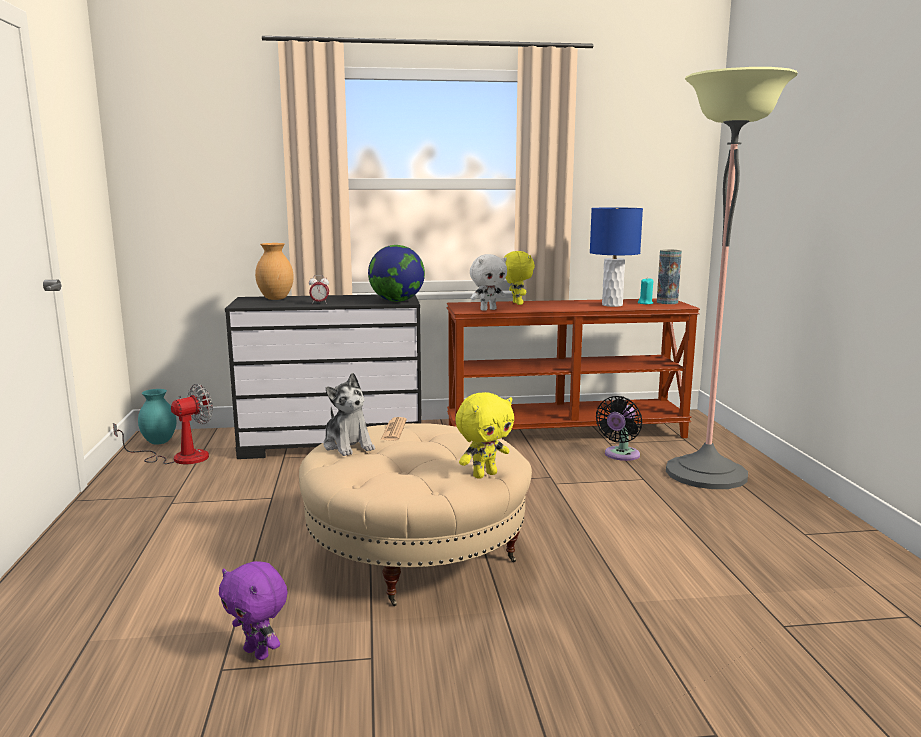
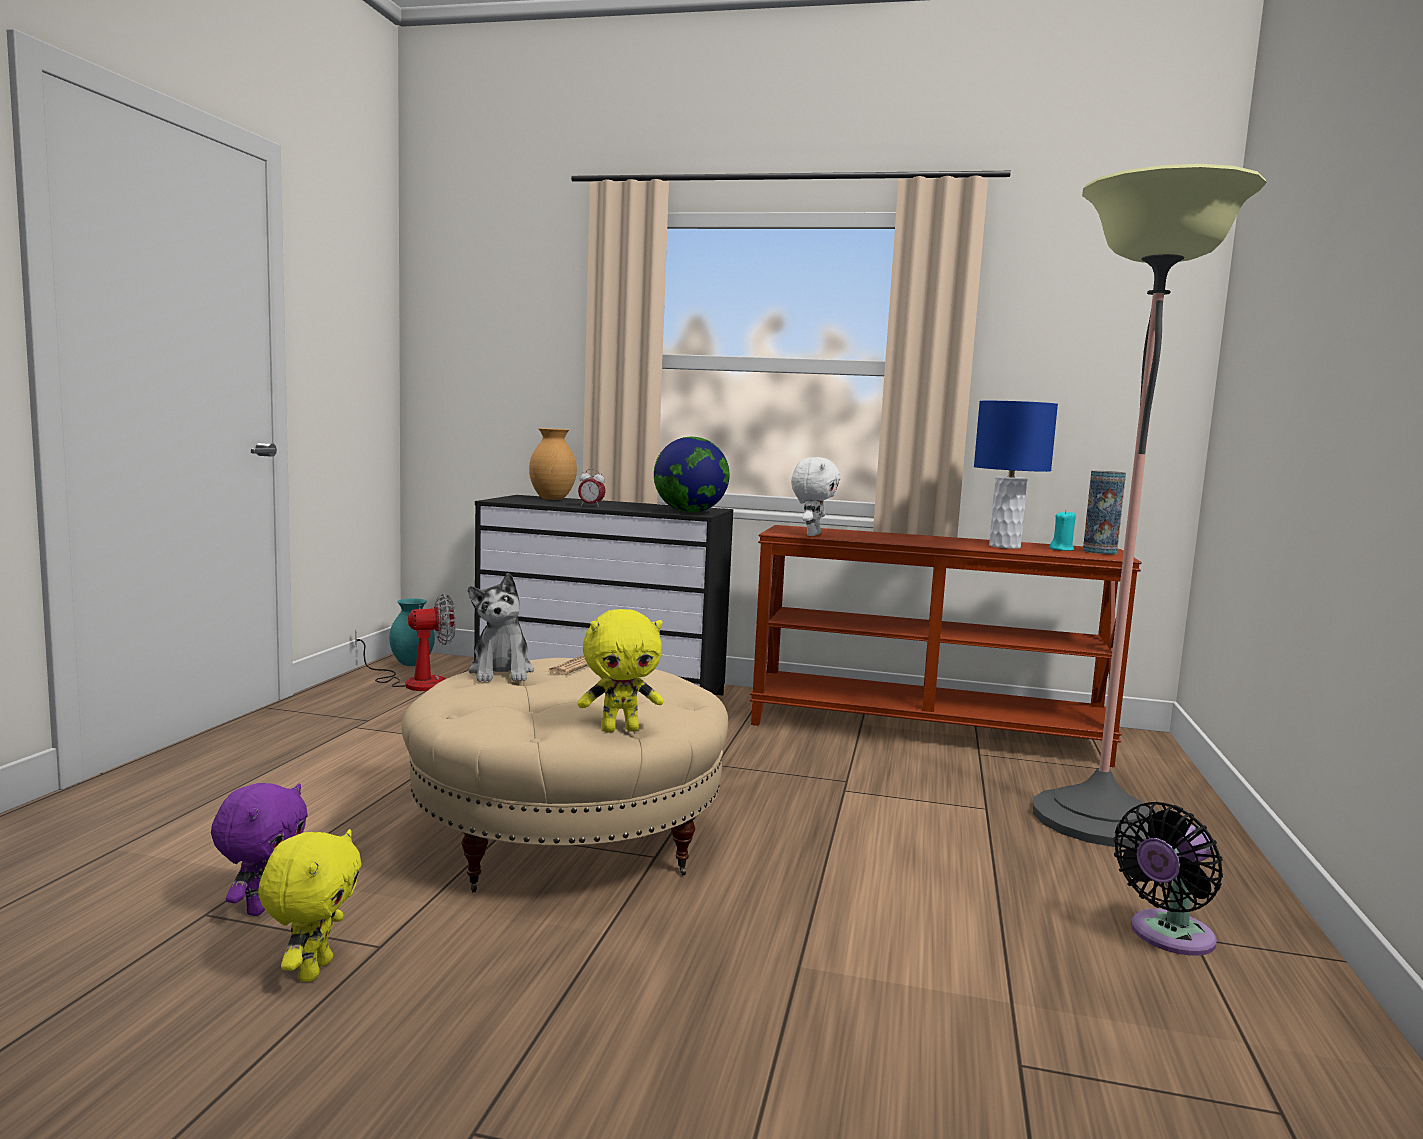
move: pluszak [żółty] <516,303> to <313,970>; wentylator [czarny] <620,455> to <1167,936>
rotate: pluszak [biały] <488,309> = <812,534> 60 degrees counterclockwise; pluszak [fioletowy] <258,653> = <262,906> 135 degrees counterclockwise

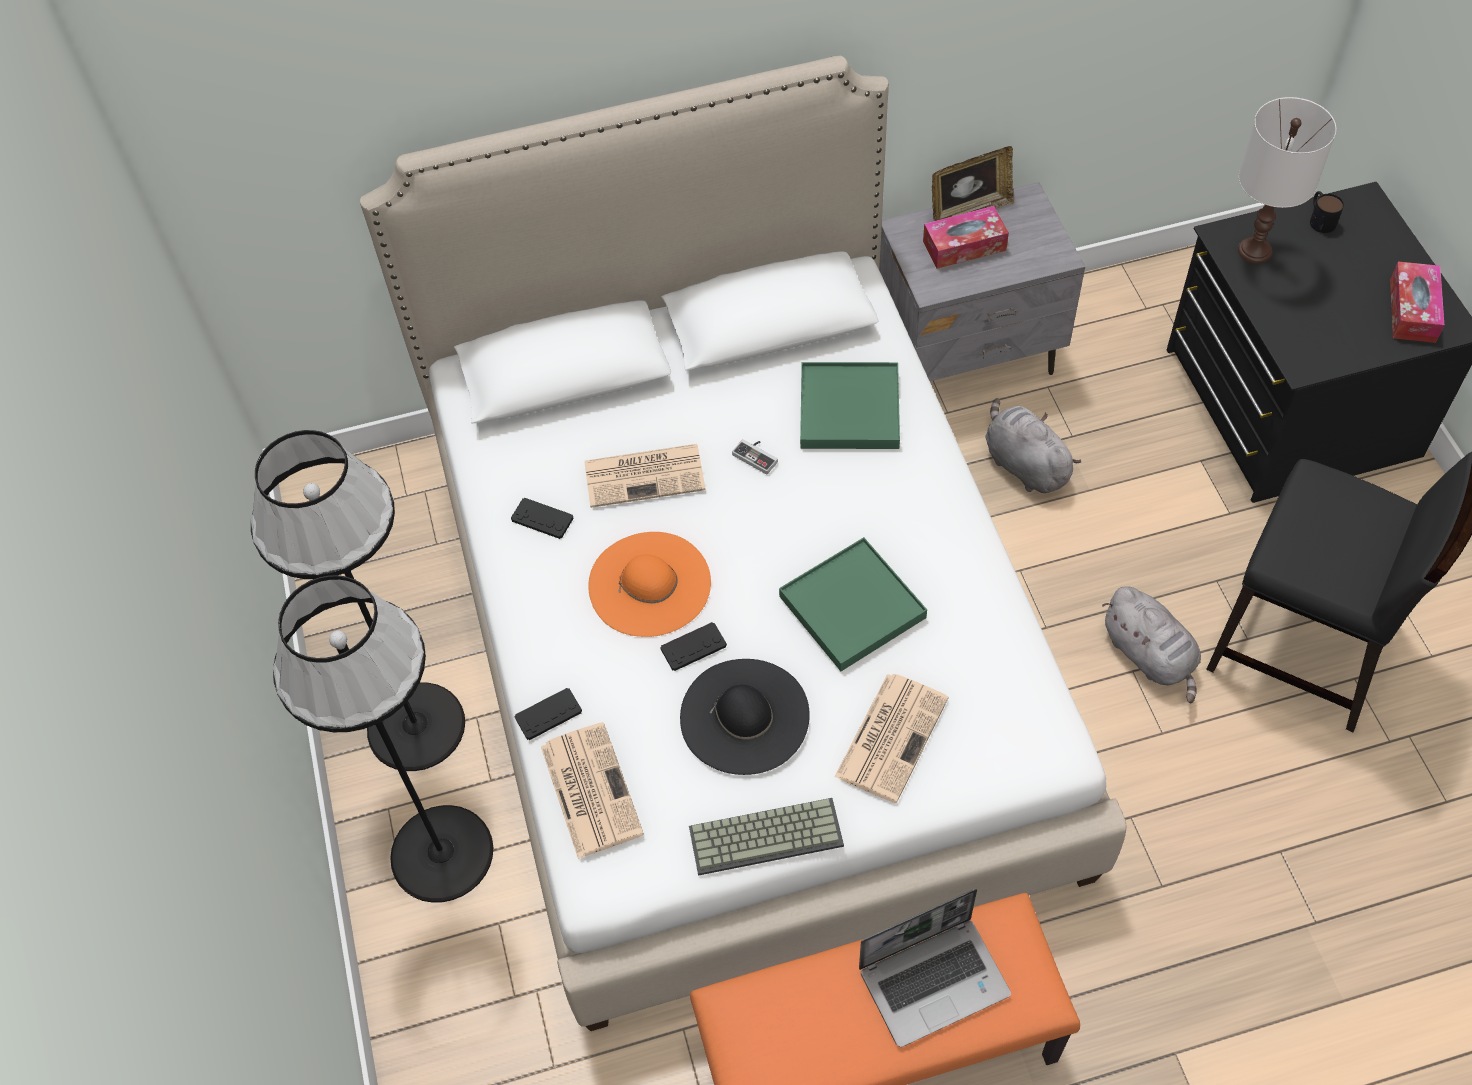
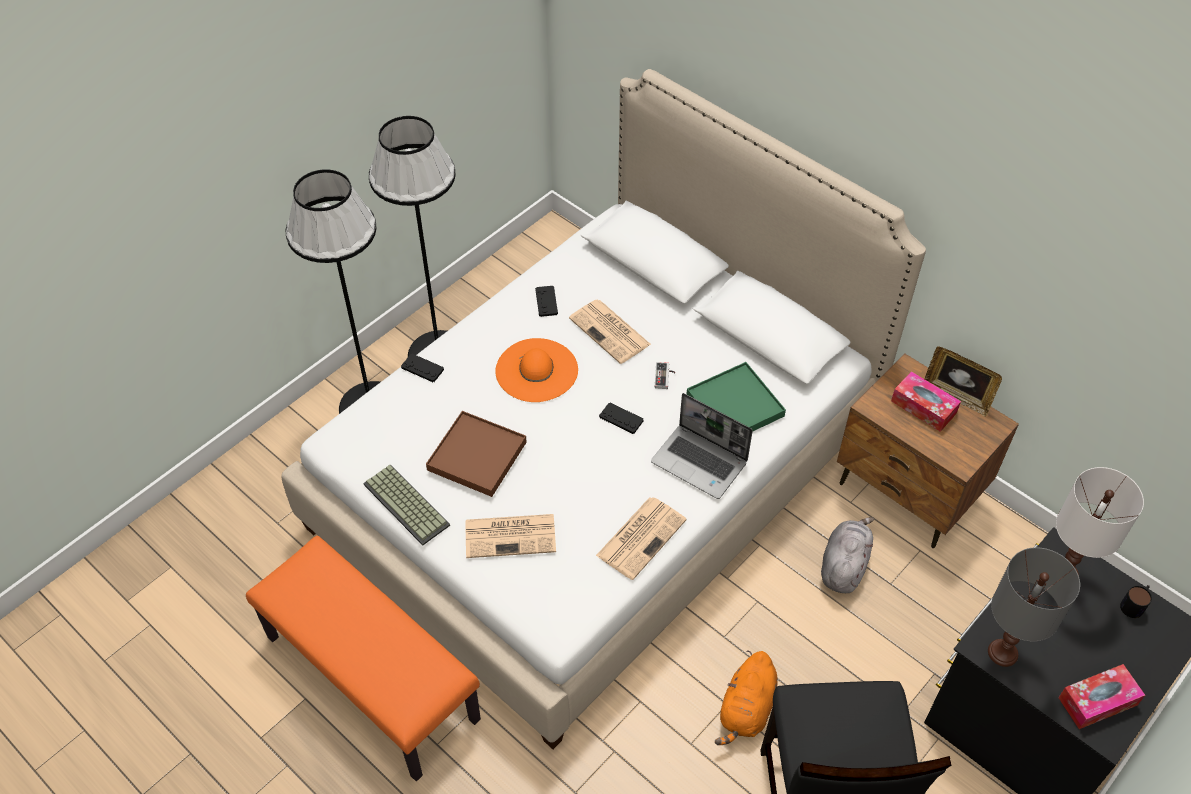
delete: taca [zielony] <852,607>
insert: lampa stołowa [szary] <1003,652>
move: pad do gier [czarny] <693,647> to <621,419>; gazeta <590,788> to <641,536>; laptop <935,980> to <700,462>
replace: kapelusz [czarny] <745,716> to taca [brązowy] <477,456>
recolor: szafka nocna [szary] <969,354> to szafka nocna [brązowy] <908,492>; pluszak [szary] <1150,656> to pluszak [pomarańczowy] <746,710>

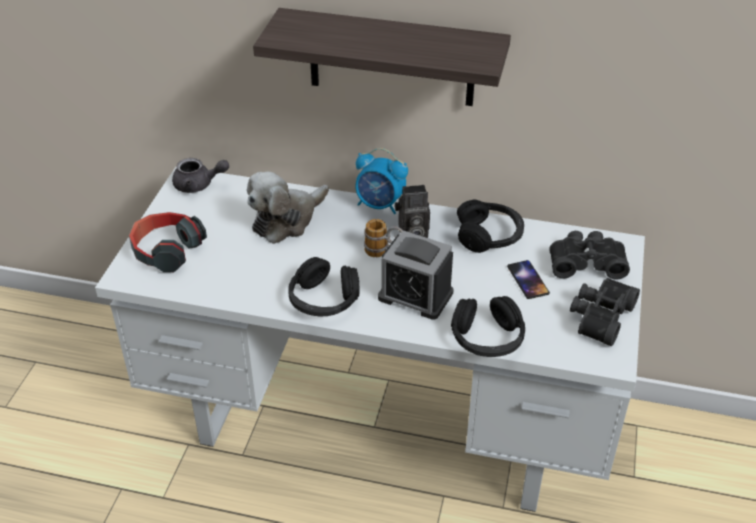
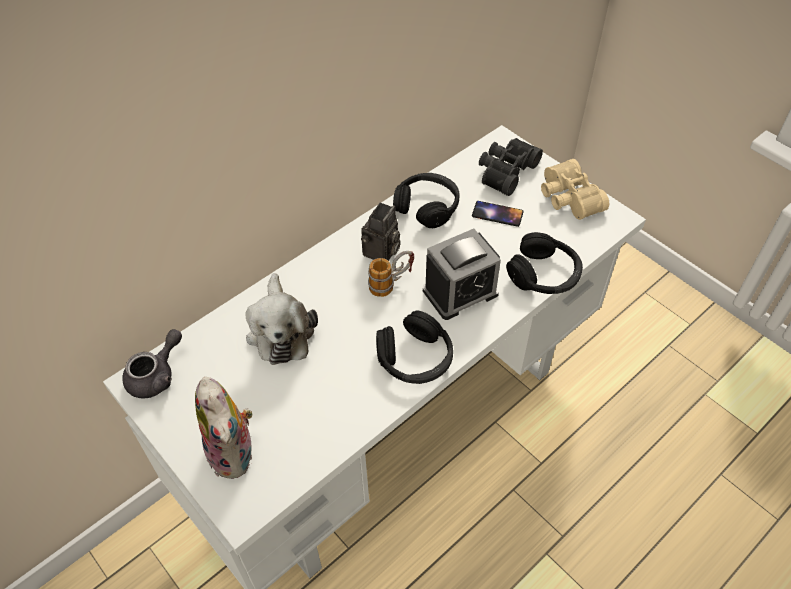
delete: półka <391,58>; budzik <380,205>
replace: słuchawki <166,250> to pluszak <235,453>
recolor: lornetka [czarny] <599,316> to lornetka [beżowy] <567,198>

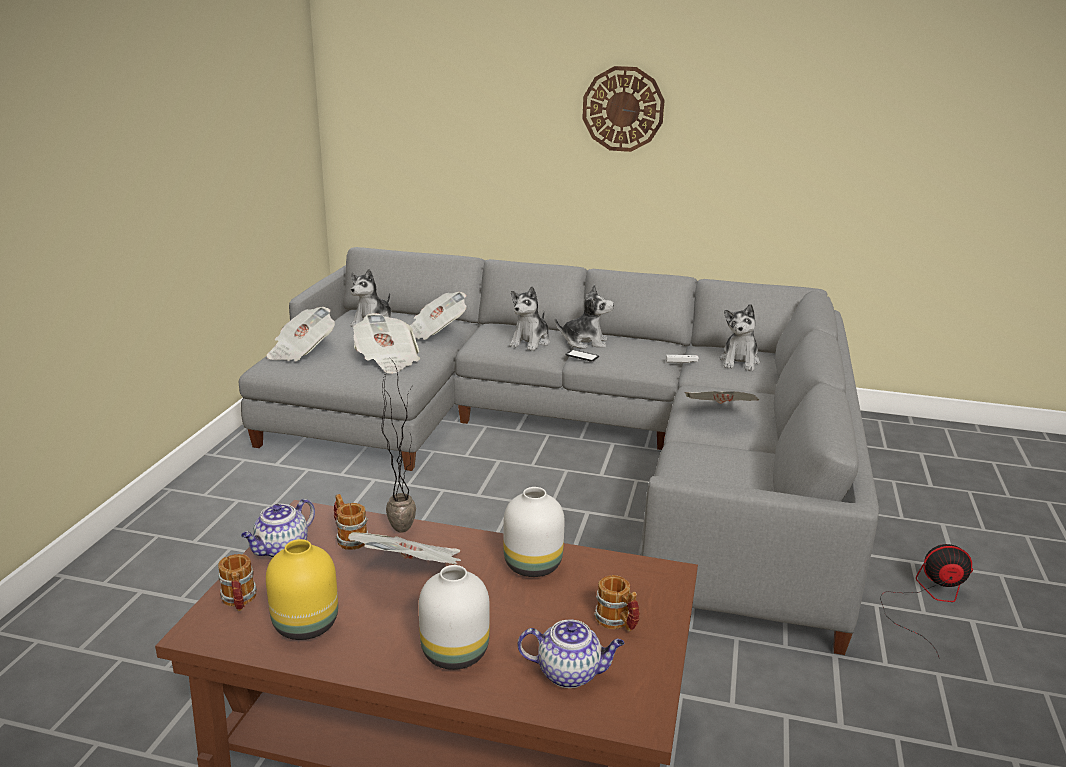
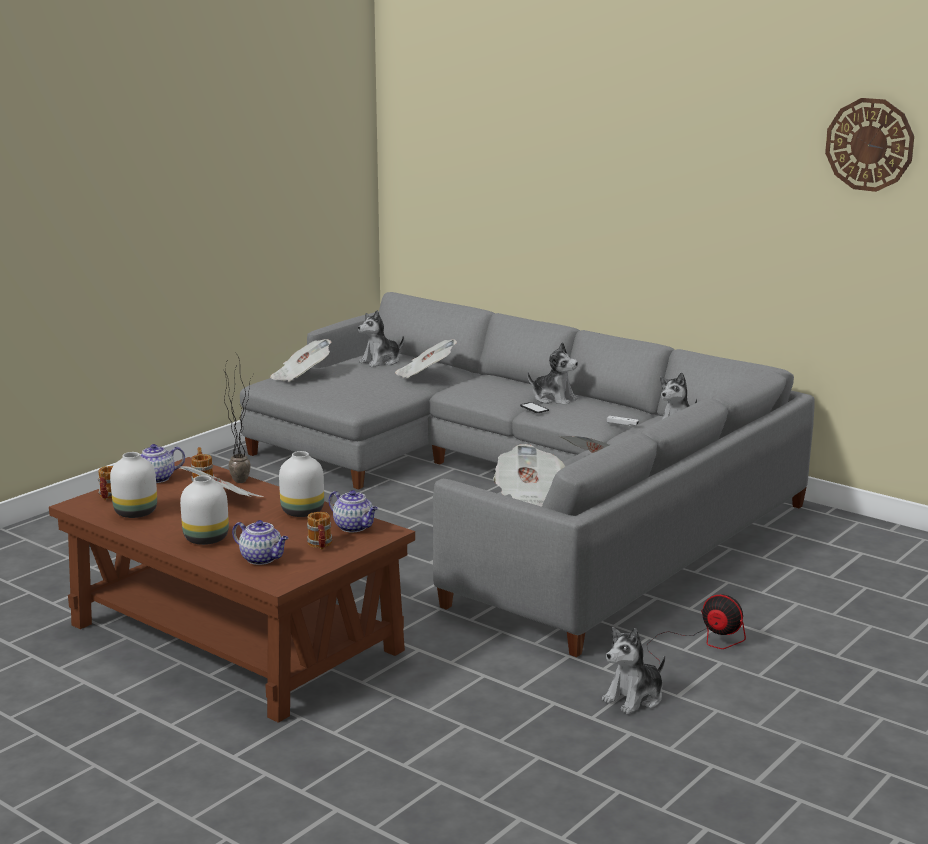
insert: imbryk <354,527>
move: zegar ścienny <623,109> to <869,144>; pluszak <530,342> to <634,698>; gazeta <387,360> to <530,499>
recolor: wazon [żółty] <307,625> to wazon [biały] <136,513>

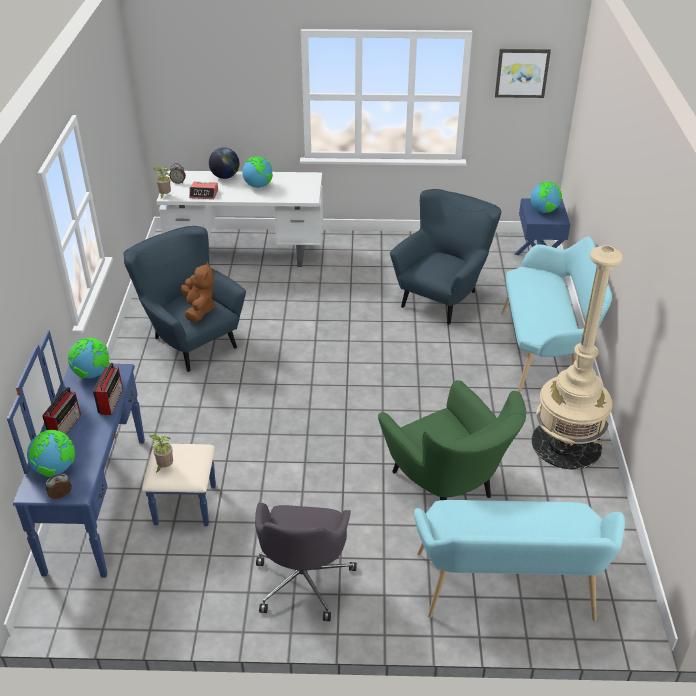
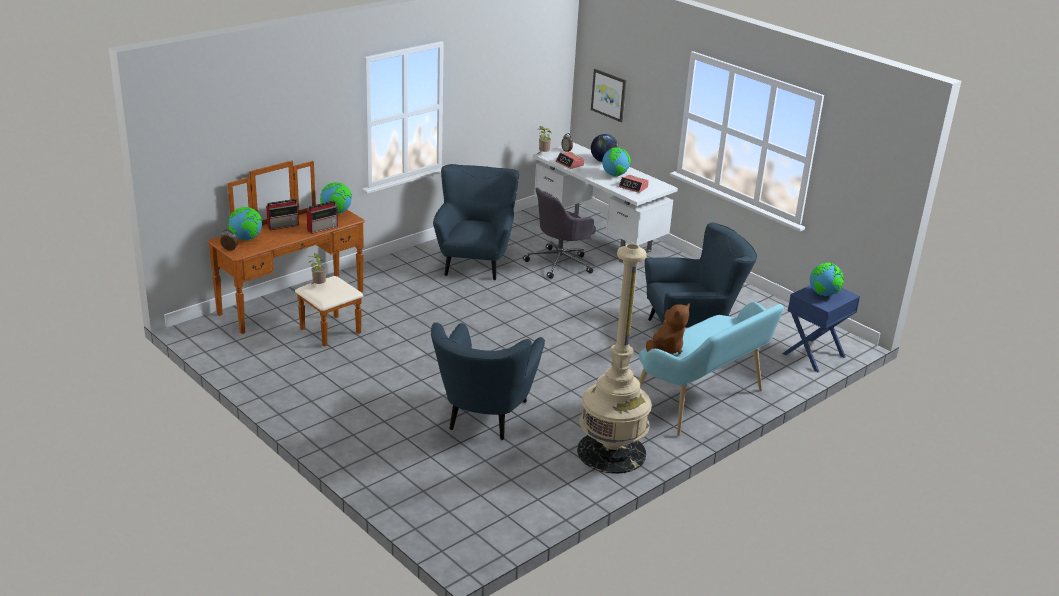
delete: ławka [turkusowy] <507,593>
insert: budzik <633,187>
move: obraz <522,73> to <609,95>; pluszak [brązowy] <199,310> to <666,348>; krzesło biurowe [szary] <303,580> to <560,263>
recolor: komoda [niebieski] <117,502> to komoda [brązowy] <301,309>; fotel [zielony] <447,488> to fotel [niebieski] <484,419>

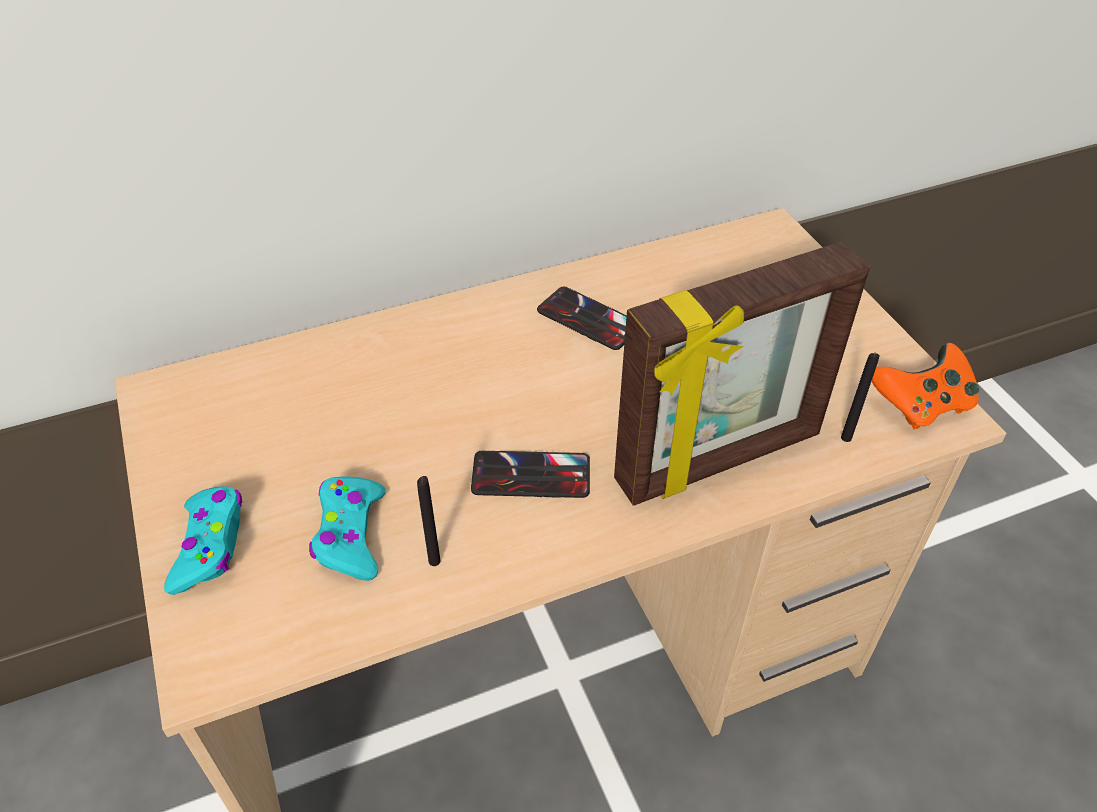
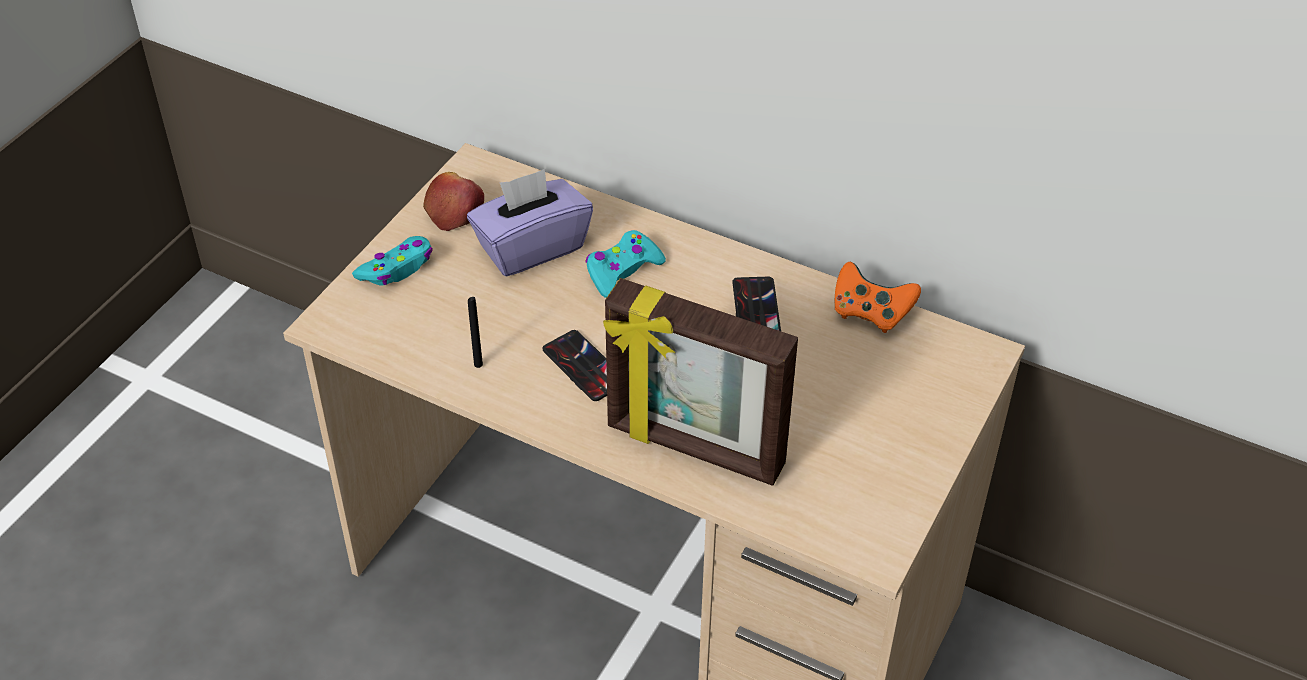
delete: świeca [czarny] <846,438>
insert: pudełko chusteczek [fioletowy] <531,247>; jabłko <454,210>
move: pad do gier [pomarańczowy] <921,405> to <870,313>; pad do gier [turkusowy] <350,535> to <622,270>

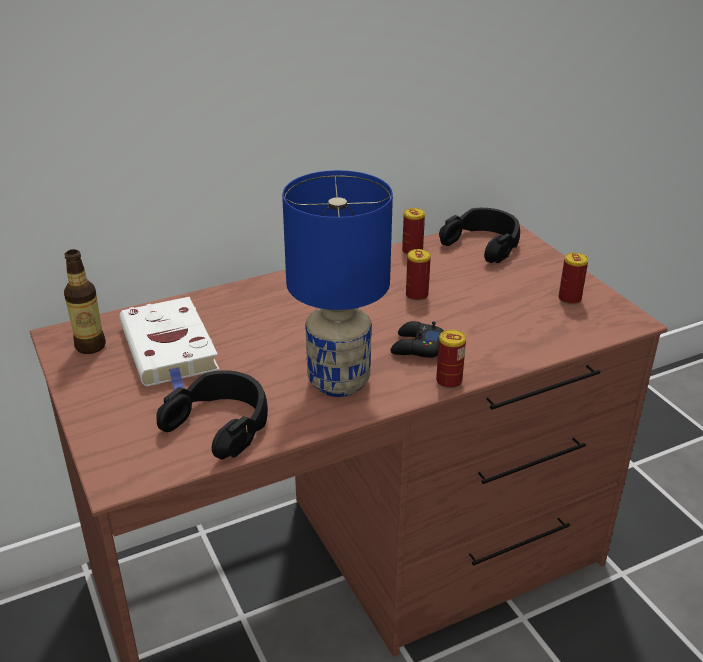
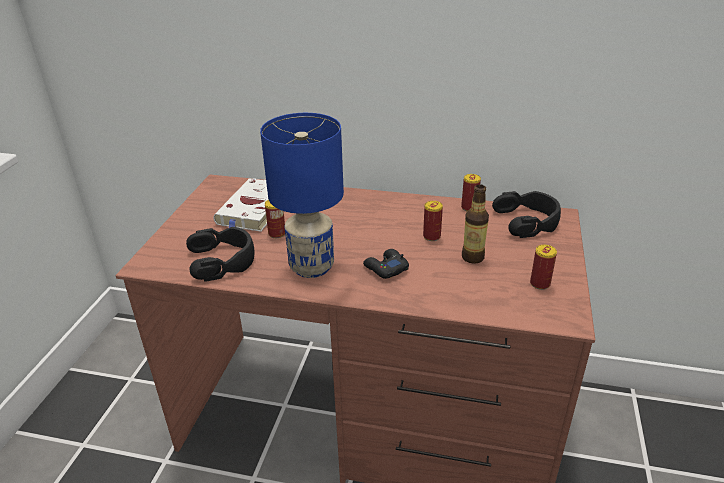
move: butelka <90,346> to <473,257>; puszka <449,381> to <277,234>

